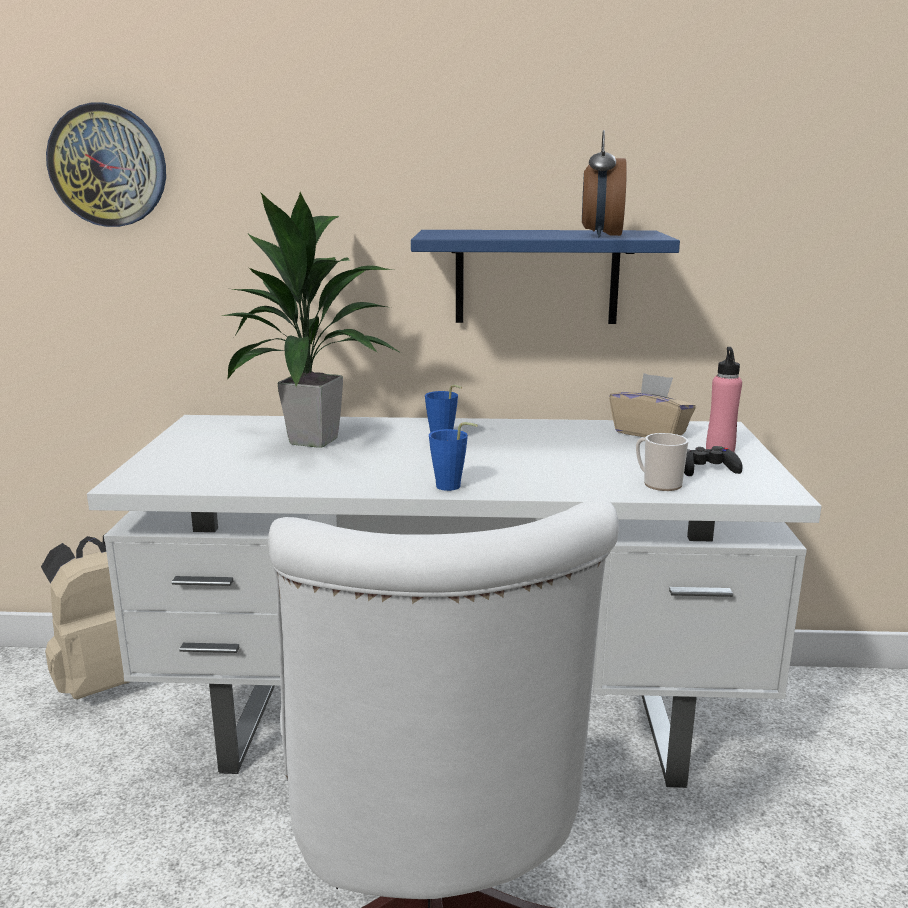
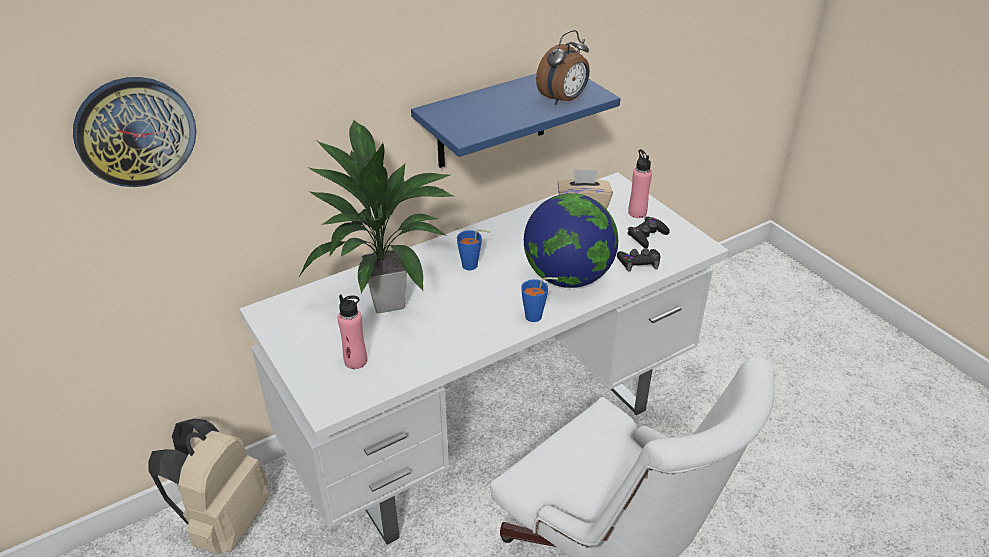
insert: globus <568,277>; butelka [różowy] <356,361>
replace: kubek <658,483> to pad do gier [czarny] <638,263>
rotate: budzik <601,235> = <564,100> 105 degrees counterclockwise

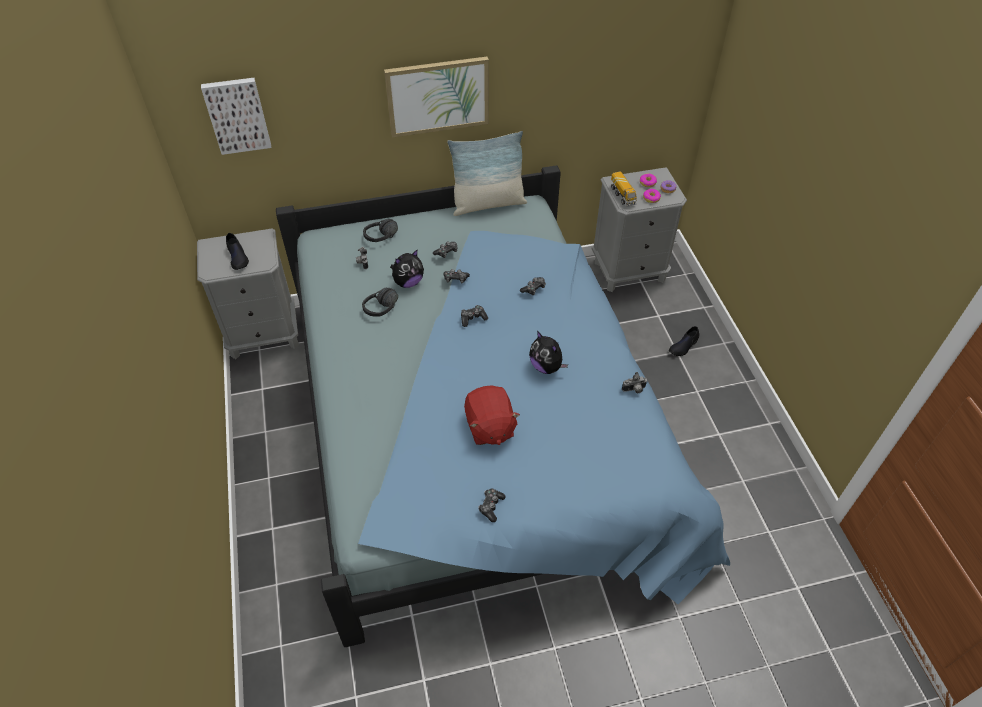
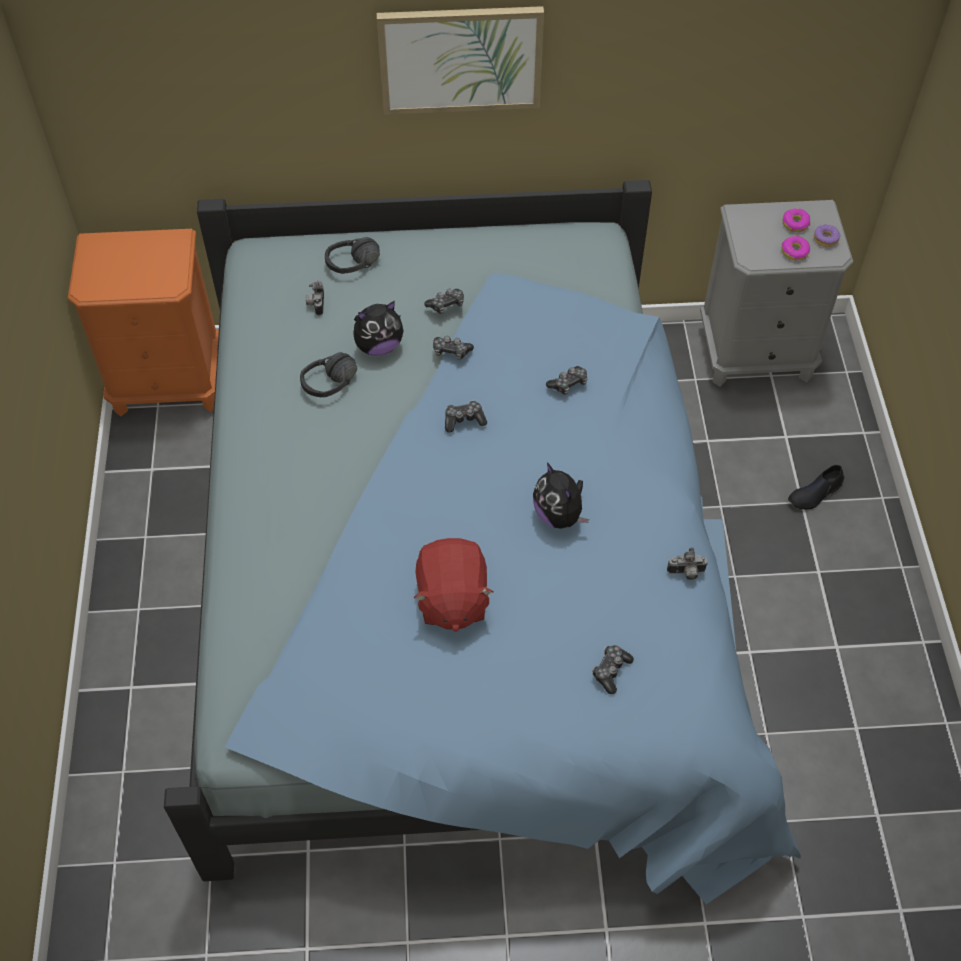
delete: obraz <237,115>; poduszka <488,204>; ciężarówka zabawkowa <622,196>; but [czarny] <237,257>
move: pad do gier <491,506> to <611,671>
recolor: szafka nocna [szary] <264,334> to szafka nocna [pomarańczowy] <168,383>

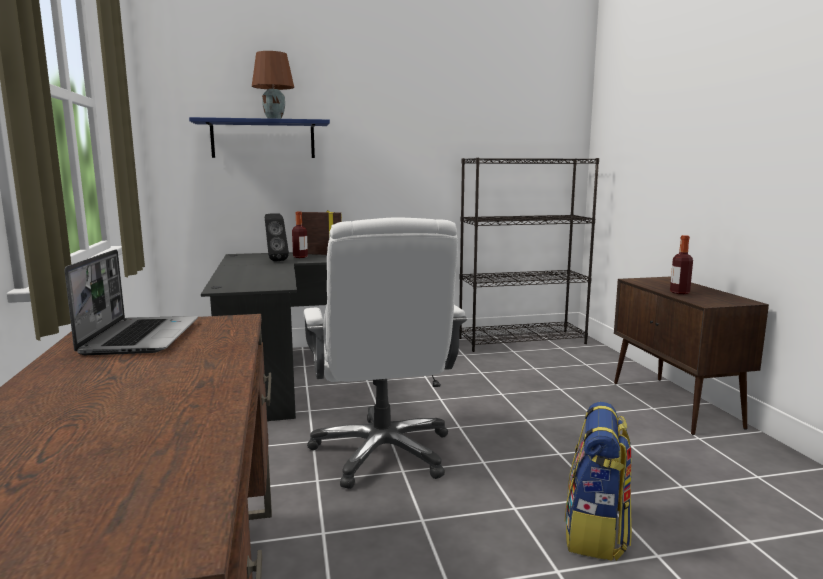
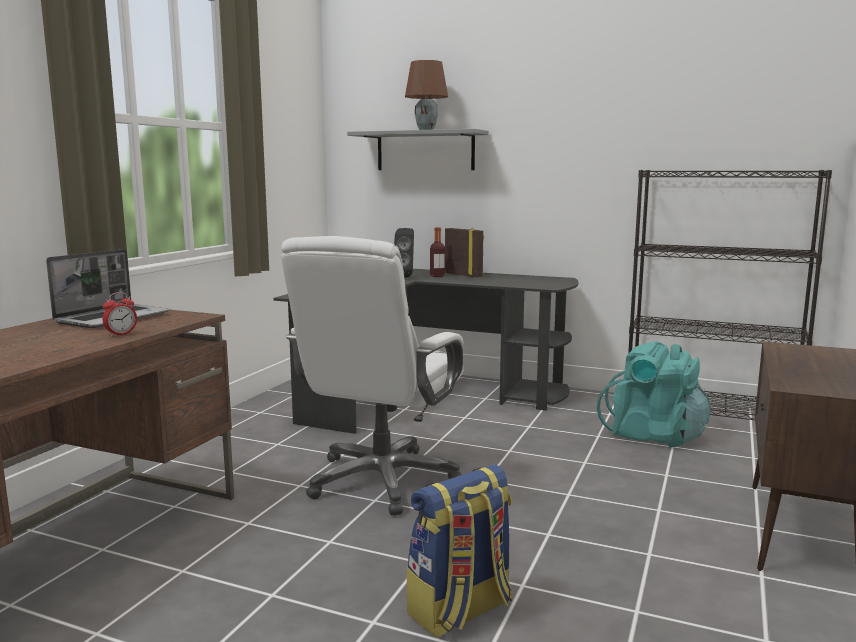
delete: butelka <679,292>
insert: budzik <121,334>; plecak [turkusowy] <653,435>
recolor: półka [niebieski] <263,139> to półka [szary] <425,151>

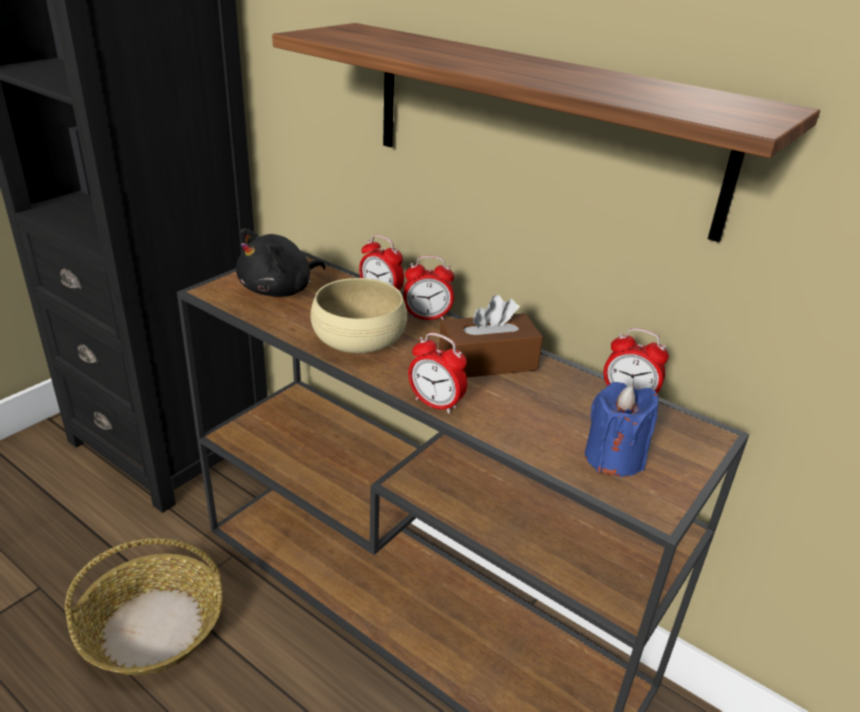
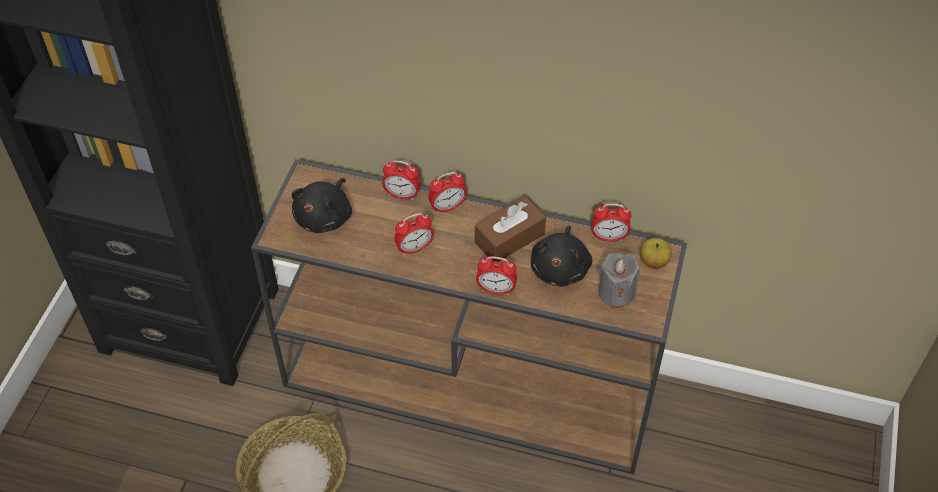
delete: półka <539,125>
insert: pluszak [czarny] <560,268>; jabłko <653,262>
replace: miska [beżowy] <359,339> to budzik <414,248>
recolor: świeca [niebieski] <614,458> to świeca [szary] <616,293>

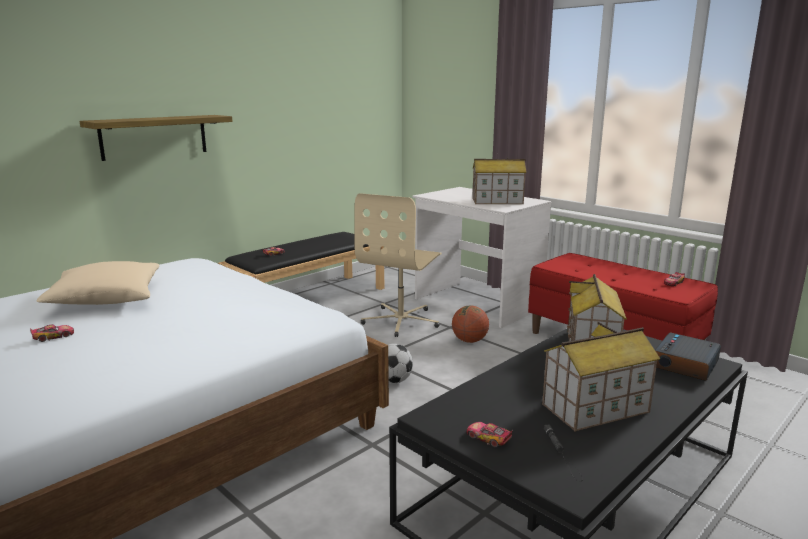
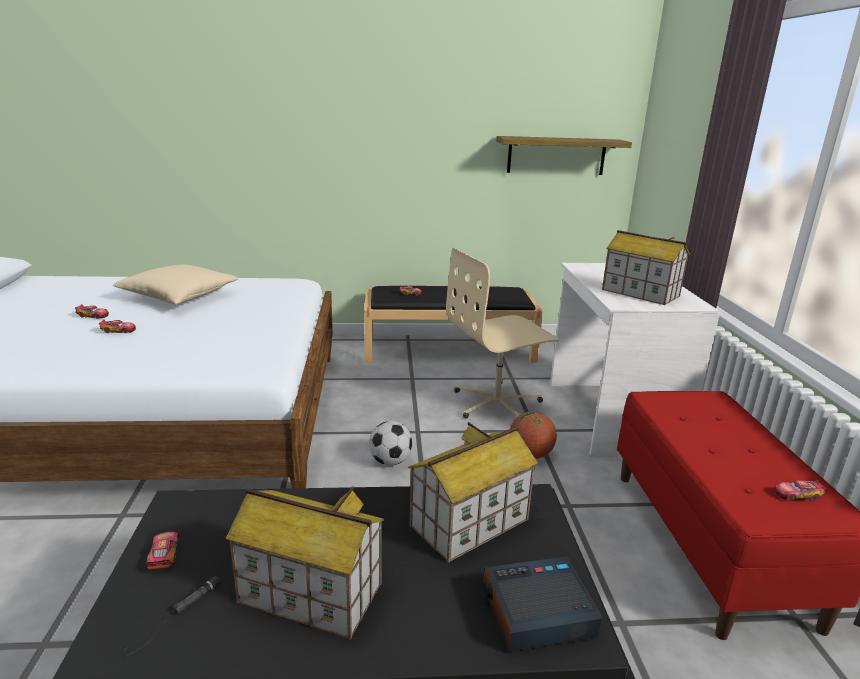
insert: samochodzik <119,330>
move: półka <154,136> to <556,155>

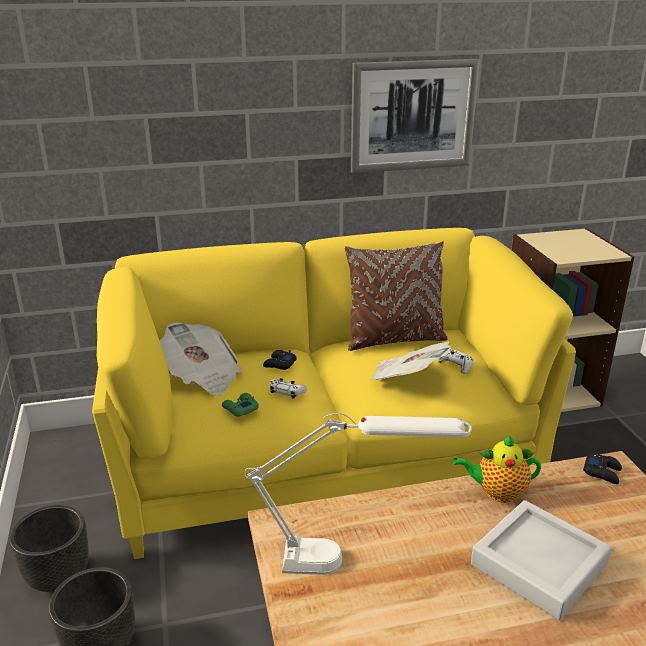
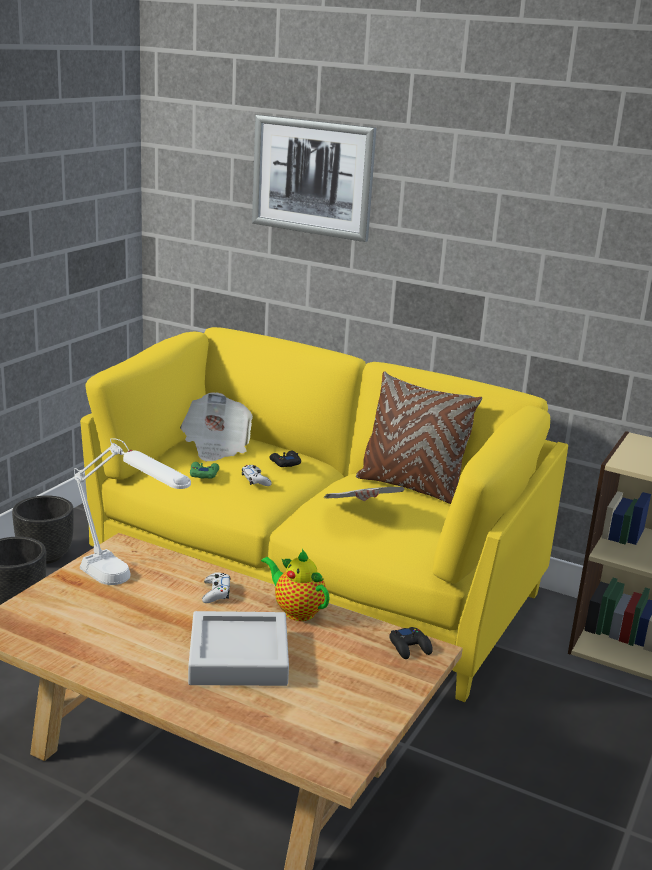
move: obraz <413,116> to <312,177>; pad do gier [biały] <456,365> to <216,593>

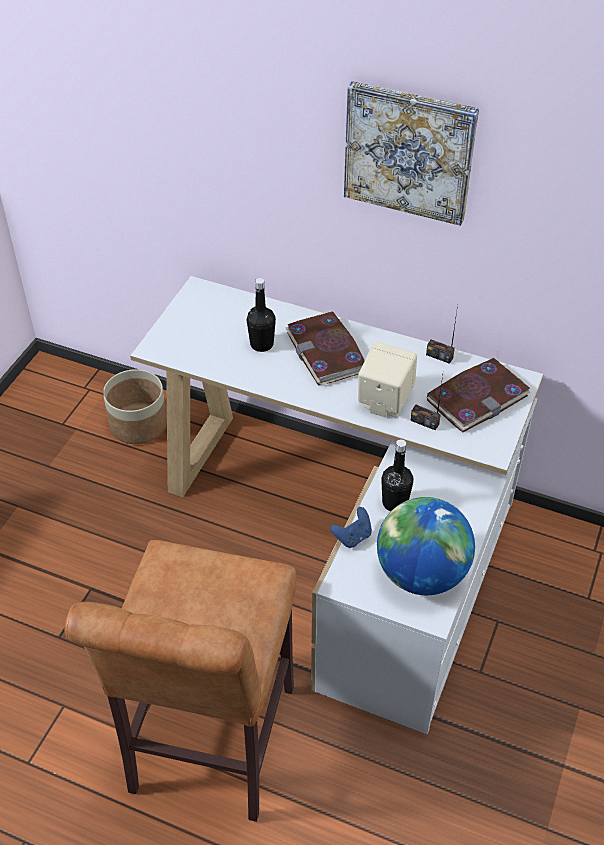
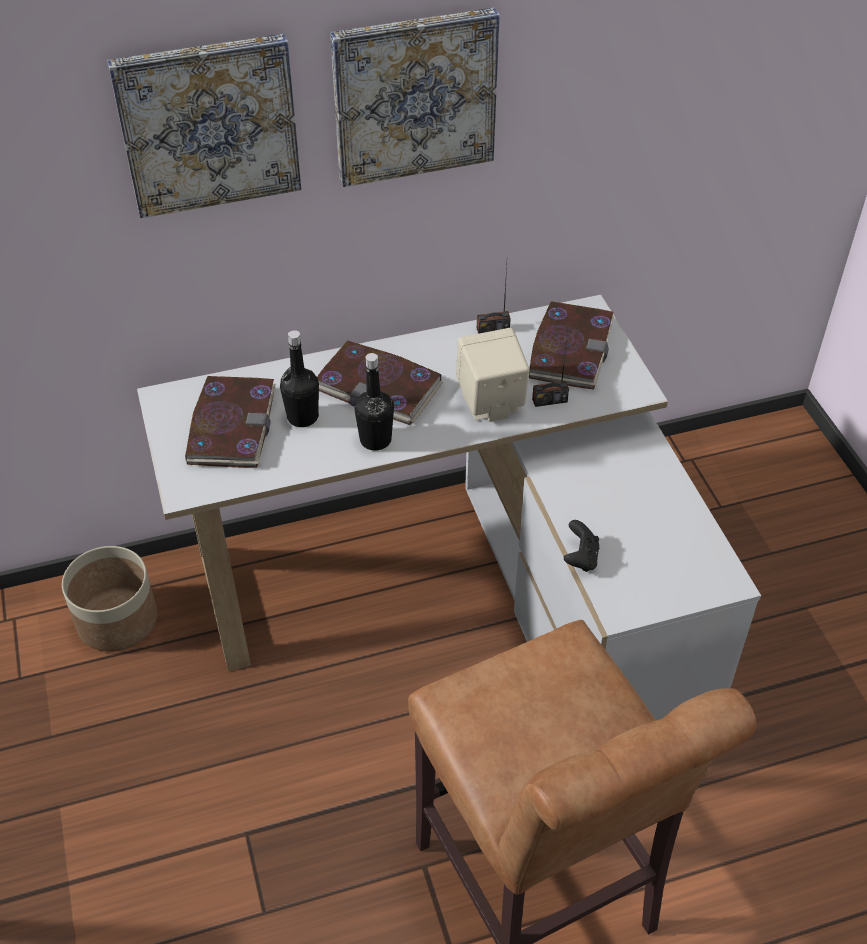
delete: globus <421,574>
insert: obraz <208,124>; książka <231,425>
move: butelka [czarny] <395,503> to <375,440>
recolor: pad do gier [niebieski] <352,537> to pad do gier [czarny] <580,558>

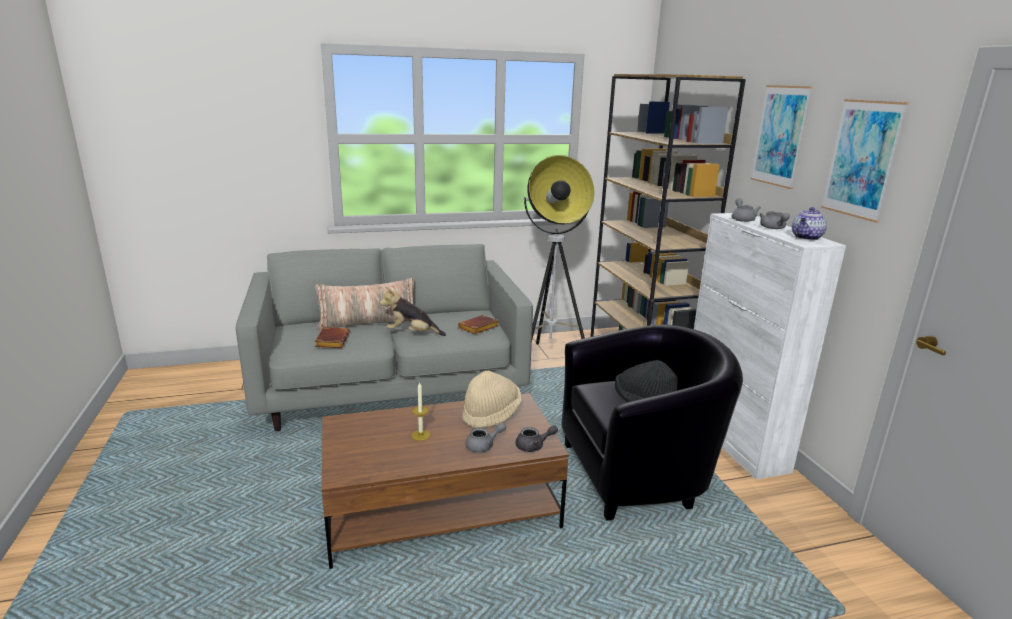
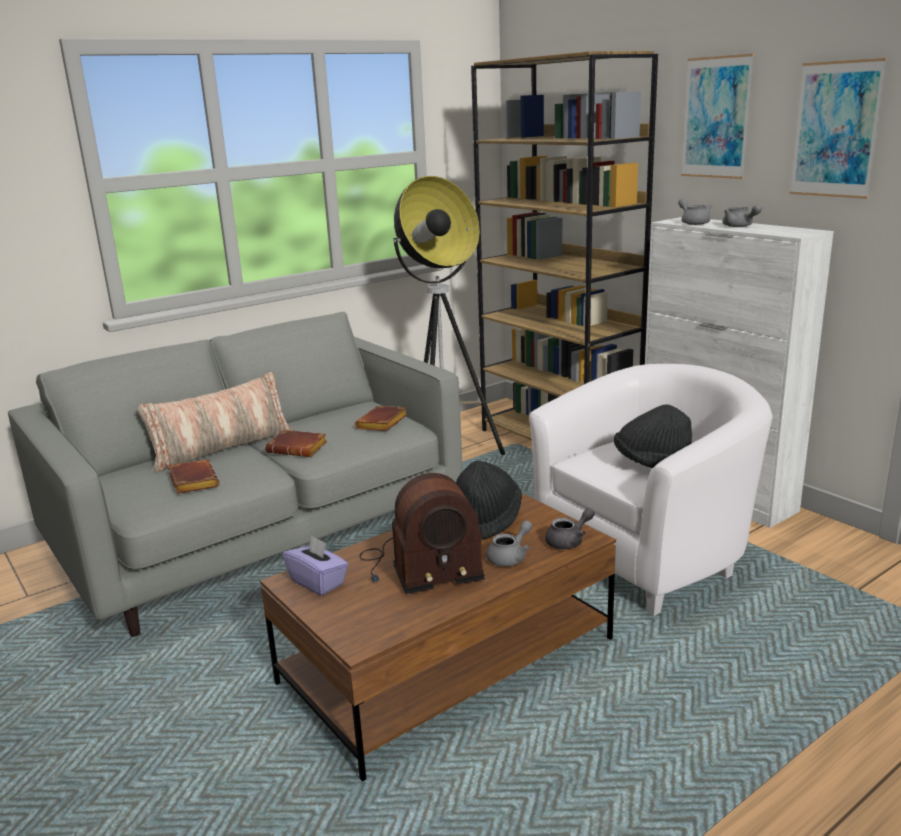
delete: imbryk <806,238>
insert: pudełko chusteczek [fioletowy] <318,582>
replace: pluszak <412,333> to książka [brązowy] <299,448>; świeca <421,435> to radio <419,566>
recolor: fotel [czarny] <639,473> to fotel [biały] <648,555>; kapelusz [beżowy] <491,415> to kapelusz [czarny] <485,520>

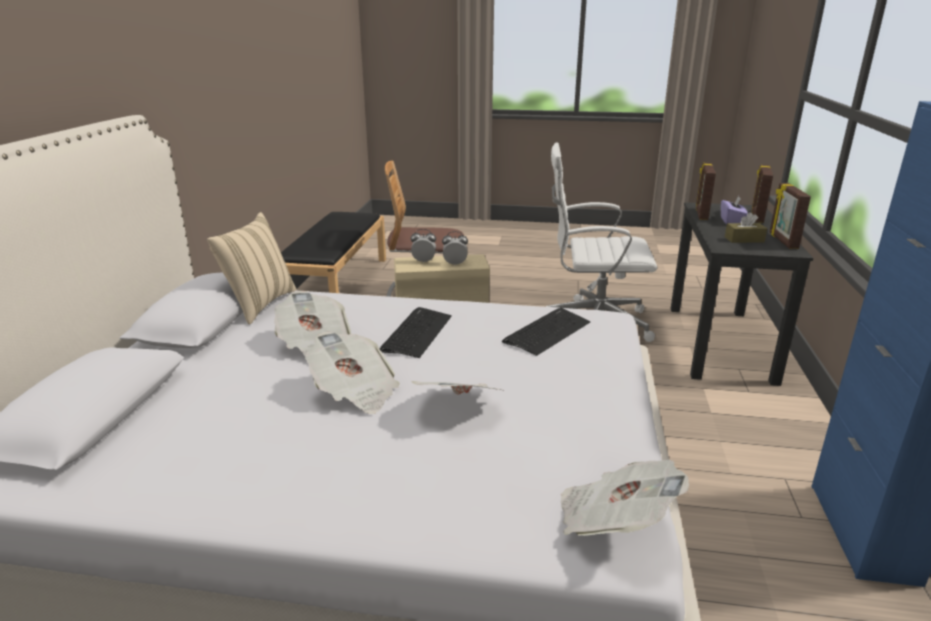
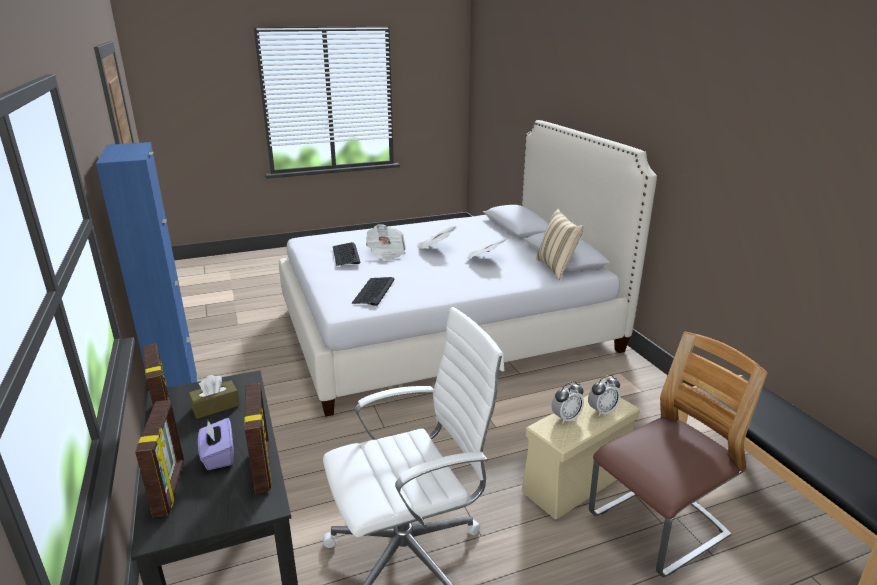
delete: gazeta <614,521>
move: klawiatura <416,333> to <346,255>

